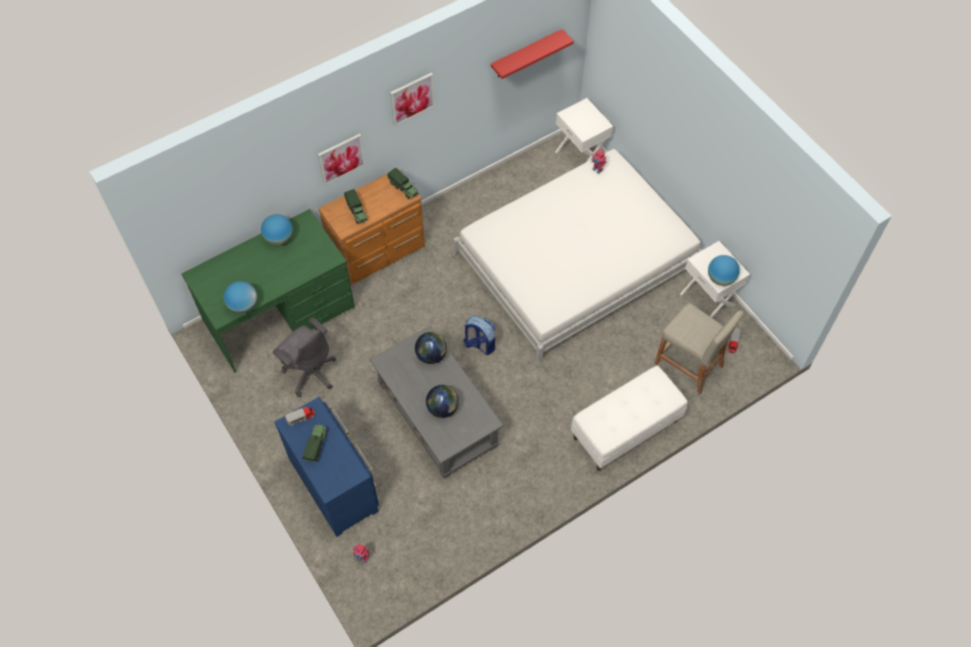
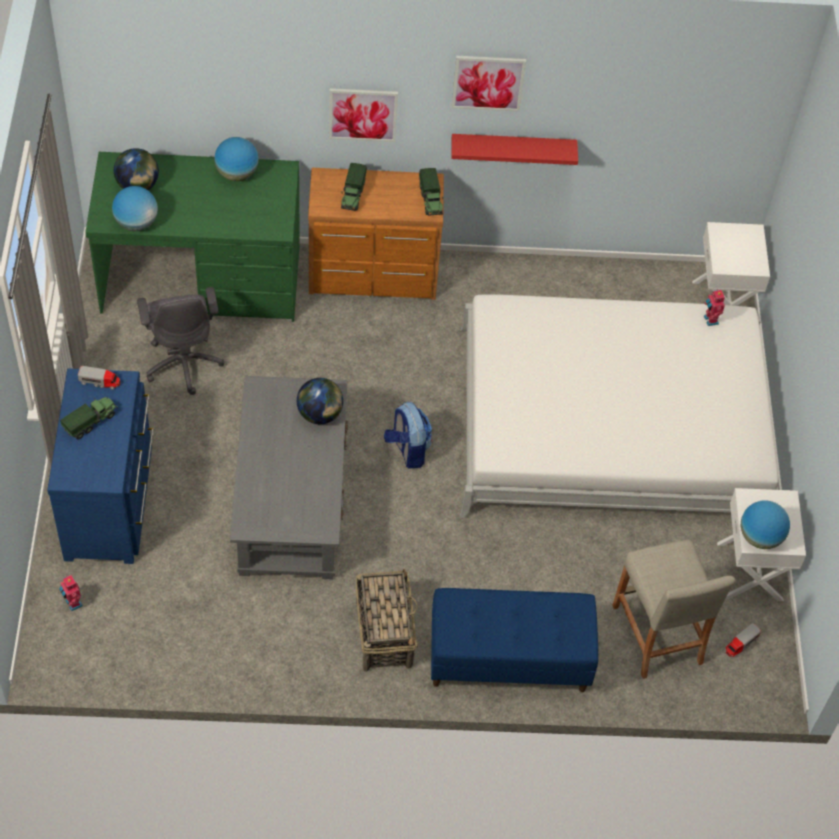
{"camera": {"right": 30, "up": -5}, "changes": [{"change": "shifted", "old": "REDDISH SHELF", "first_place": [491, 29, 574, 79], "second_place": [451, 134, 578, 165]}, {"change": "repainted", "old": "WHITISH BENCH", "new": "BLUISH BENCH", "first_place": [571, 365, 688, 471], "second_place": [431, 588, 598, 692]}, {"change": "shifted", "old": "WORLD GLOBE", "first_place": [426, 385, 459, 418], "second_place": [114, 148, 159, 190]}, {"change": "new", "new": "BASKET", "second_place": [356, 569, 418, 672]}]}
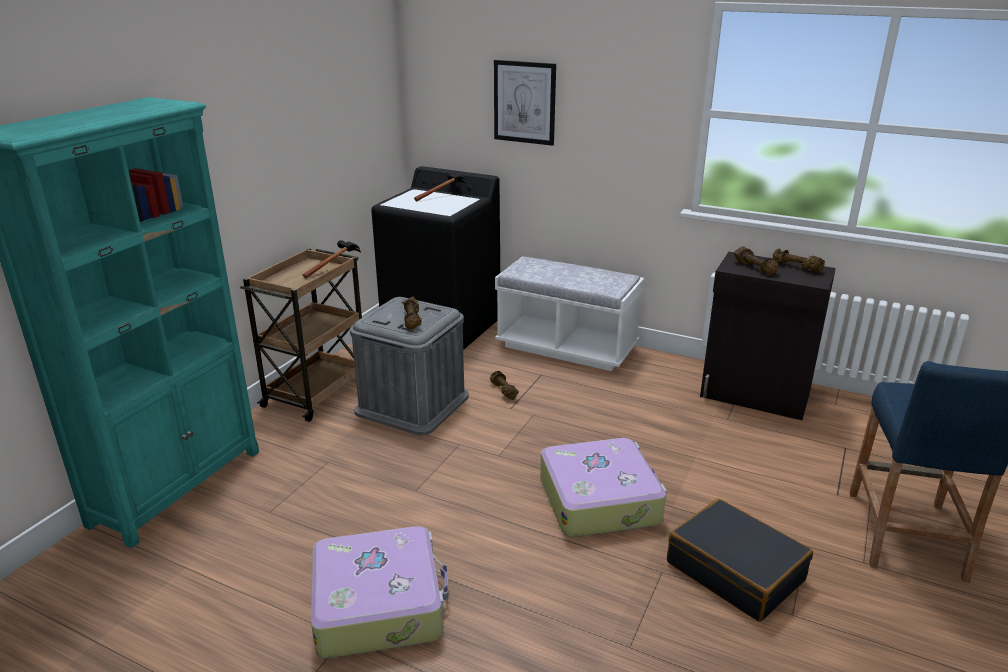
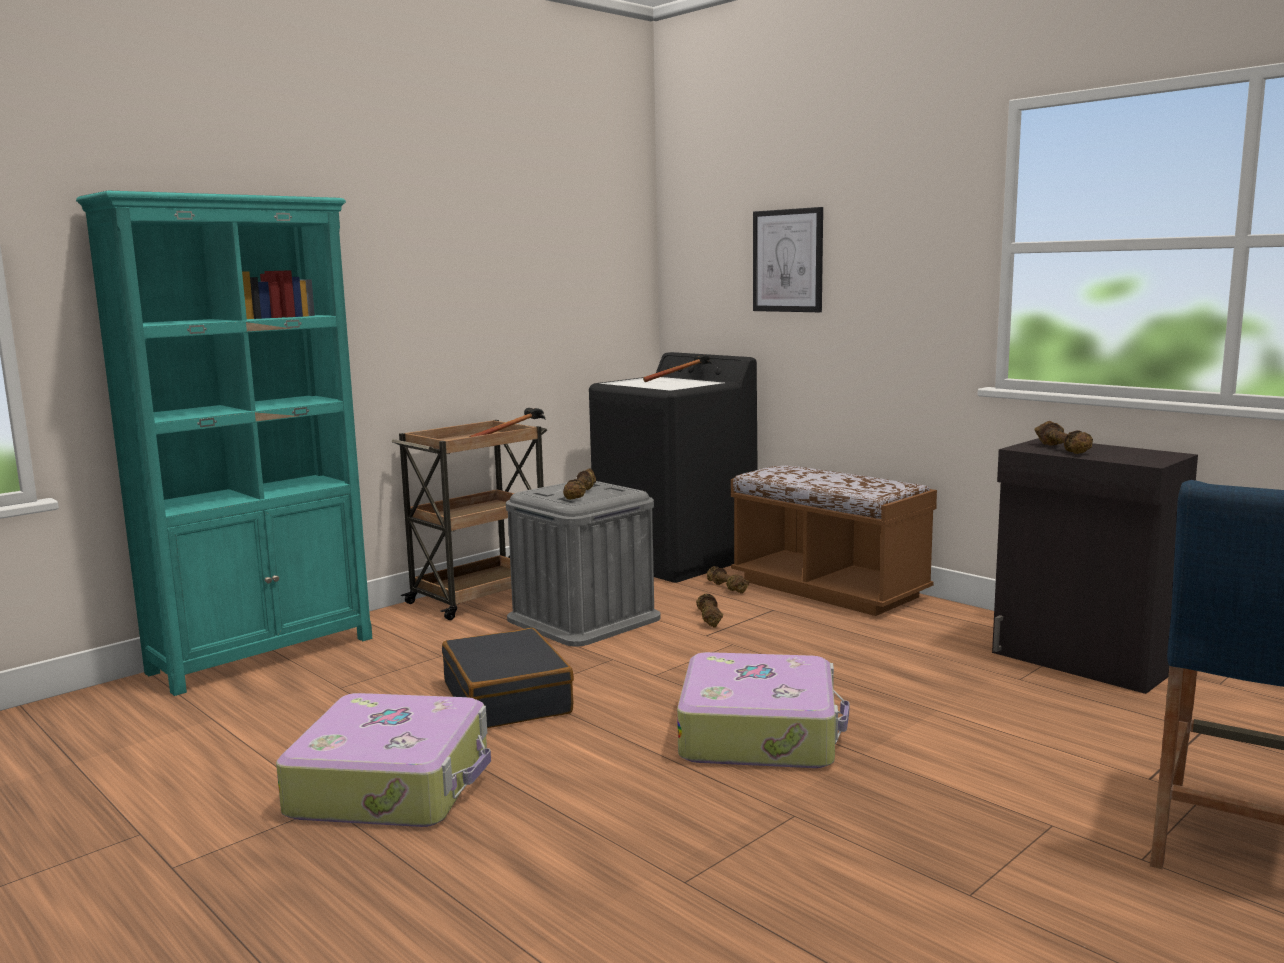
{"camera": {"right": 20, "up": -15}, "changes": [{"change": "shifted", "old": "BROWNISH FREE WEIGHT", "first_place": [773, 248, 825, 272], "second_place": [707, 566, 749, 594]}, {"change": "repainted", "old": "WHITISH BENCH", "new": "BROWNISH BENCH", "first_place": [495, 257, 644, 371], "second_place": [731, 465, 937, 616]}, {"change": "shifted", "old": "BLACK-COLOURED TRAVEL CASE", "first_place": [667, 498, 813, 622], "second_place": [442, 628, 574, 728]}]}
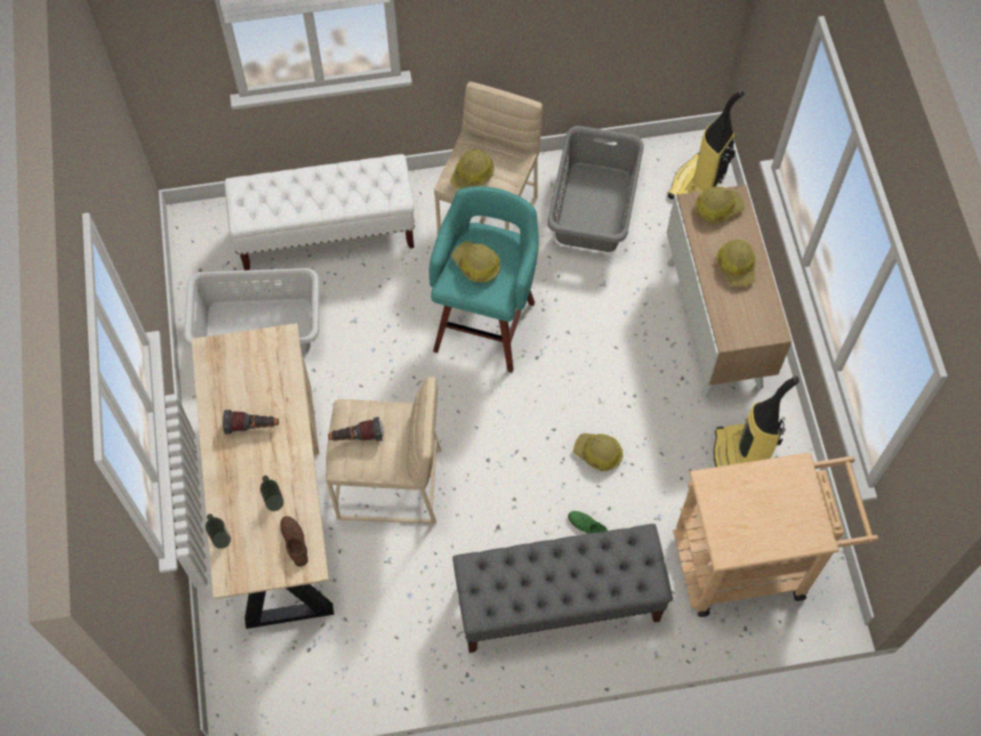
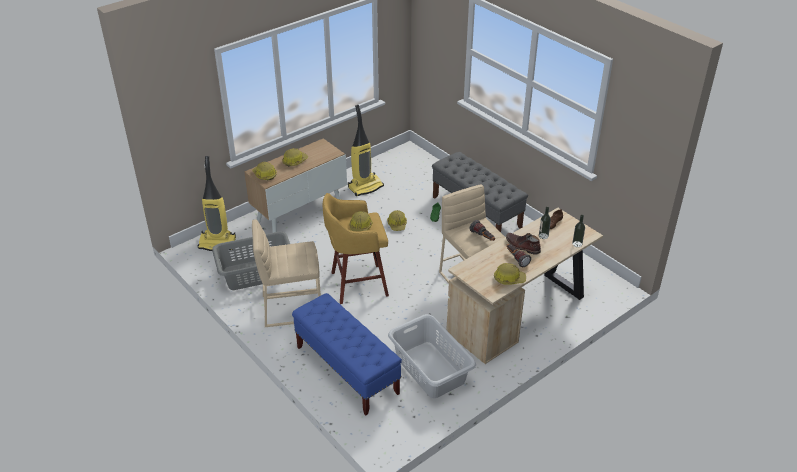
{"camera": {"right": -120, "up": -25}, "changes": [{"change": "shifted", "old": "HARD HAT", "first_place": [450, 149, 494, 190], "second_place": [494, 263, 526, 285]}, {"change": "repainted", "old": "WHITISH BENCH", "new": "BLUISH BENCH", "first_place": [224, 154, 415, 270], "second_place": [292, 293, 402, 415]}, {"change": "repainted", "old": "TURQUOISE-COLOURED SITTING STOOL", "new": "YELLOWISH SITTING STOOL", "first_place": [429, 186, 539, 373], "second_place": [323, 193, 389, 304]}, {"change": "gone", "old": "SAND-COLOURED CART", "first_place": [673, 452, 878, 617]}, {"change": "new", "new": "BROWNISH HIGH-TOP BOOT", "second_place": [506, 233, 541, 255]}]}
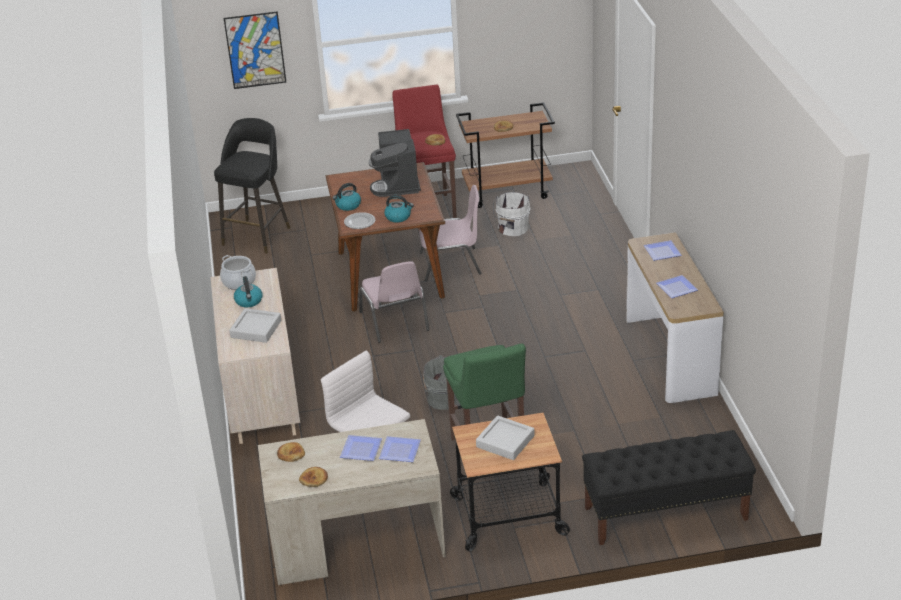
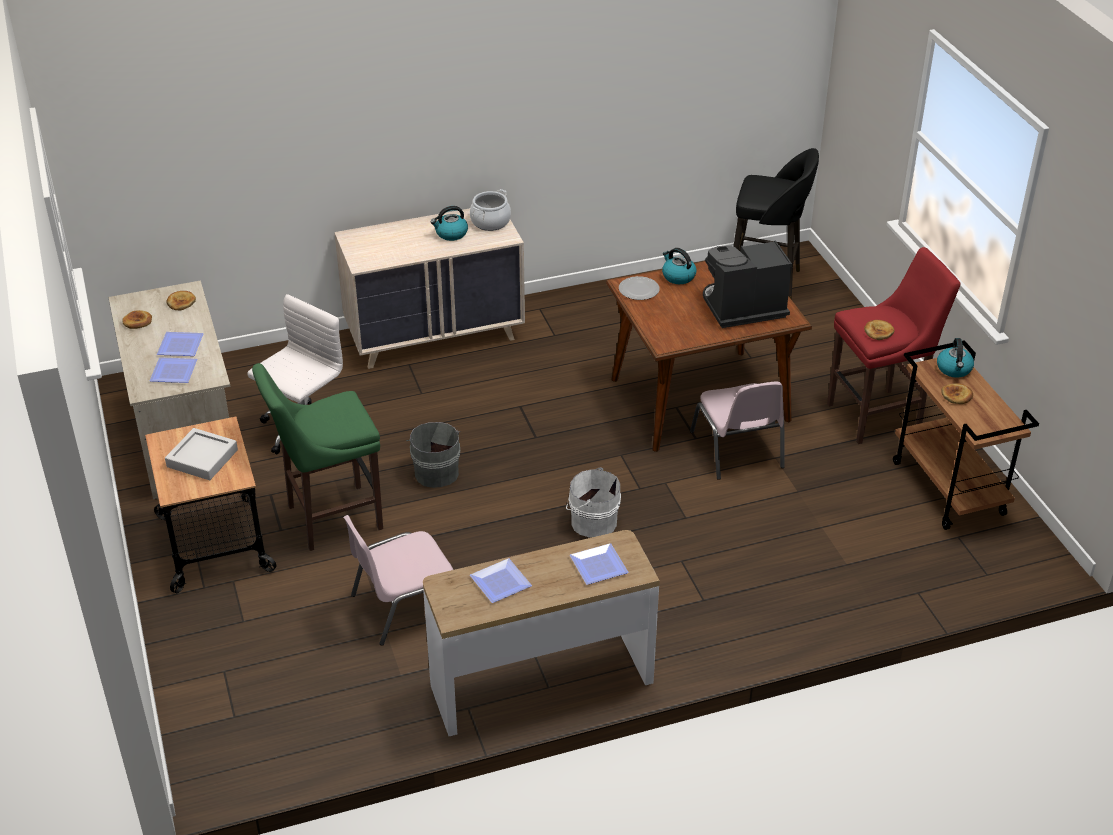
{"camera": {"right": 80, "up": 5}, "changes": [{"change": "gone", "old": "PICTURE", "first_place": [224, 11, 286, 89]}, {"change": "shifted", "old": "WHITISH PAIL", "first_place": [493, 192, 530, 236], "second_place": [566, 467, 621, 538]}, {"change": "shifted", "old": "TEA KETTLE", "first_place": [384, 195, 414, 222], "second_place": [937, 338, 974, 378]}, {"change": "shifted", "old": "PINK PLAIN CHAIR", "first_place": [359, 261, 429, 343], "second_place": [343, 515, 453, 646]}, {"change": "gone", "old": "GREYISH TRAY", "first_place": [229, 308, 281, 343]}, {"change": "gone", "old": "BLACK-COLOURED BENCH", "first_place": [582, 430, 756, 545]}]}
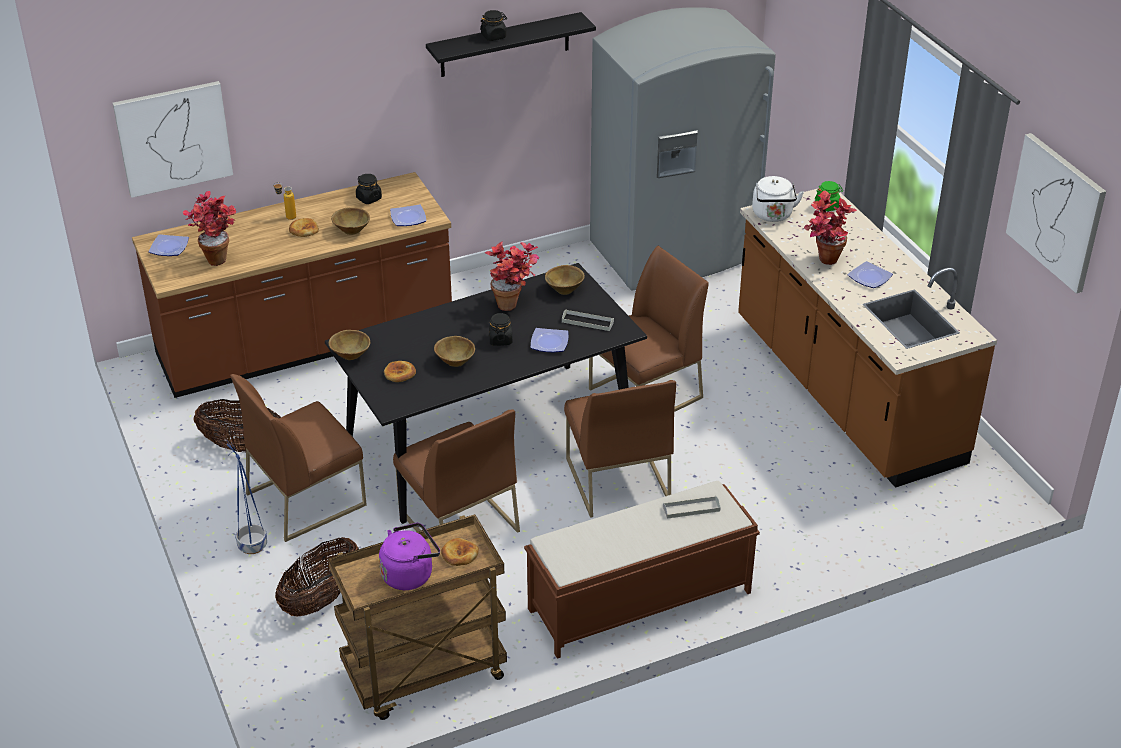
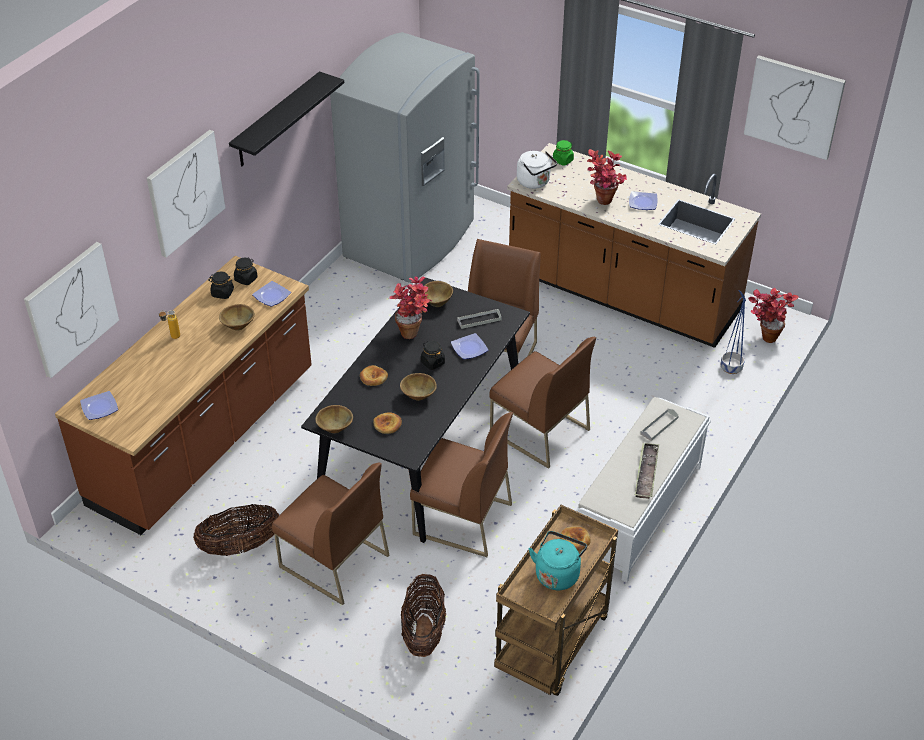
{"camera": {"right": -35, "up": 5}, "changes": [{"change": "shifted", "old": "BLACK-COLOURED JAR", "first_place": [480, 10, 507, 41], "second_place": [234, 258, 258, 285]}, {"change": "shifted", "old": "PLANT IN A POT", "first_place": [183, 191, 236, 266], "second_place": [748, 288, 799, 343]}, {"change": "shifted", "old": "BREAD", "first_place": [289, 218, 319, 237], "second_place": [360, 365, 388, 386]}, {"change": "rotated", "old": "BROWNISH PLAIN CHAIR", "first_place": [230, 374, 367, 542], "second_place": [272, 463, 389, 605], "degrees": -75}, {"change": "shifted", "old": "BLUISH PLANT POT", "first_place": [226, 439, 267, 554], "second_place": [721, 290, 746, 374]}, {"change": "repainted", "old": "BROWNISH BENCH", "new": "WHITISH BENCH", "first_place": [524, 481, 760, 659], "second_place": [576, 397, 711, 582]}, {"change": "repainted", "old": "PURPLE TEA KETTLE", "new": "TURQUOISE-COLOURED TEA KETTLE", "first_place": [379, 523, 440, 590], "second_place": [529, 531, 587, 590]}, {"change": "new", "new": "PICTURE", "second_place": [147, 130, 225, 258]}, {"change": "new", "new": "TRAY", "second_place": [635, 443, 659, 499]}]}
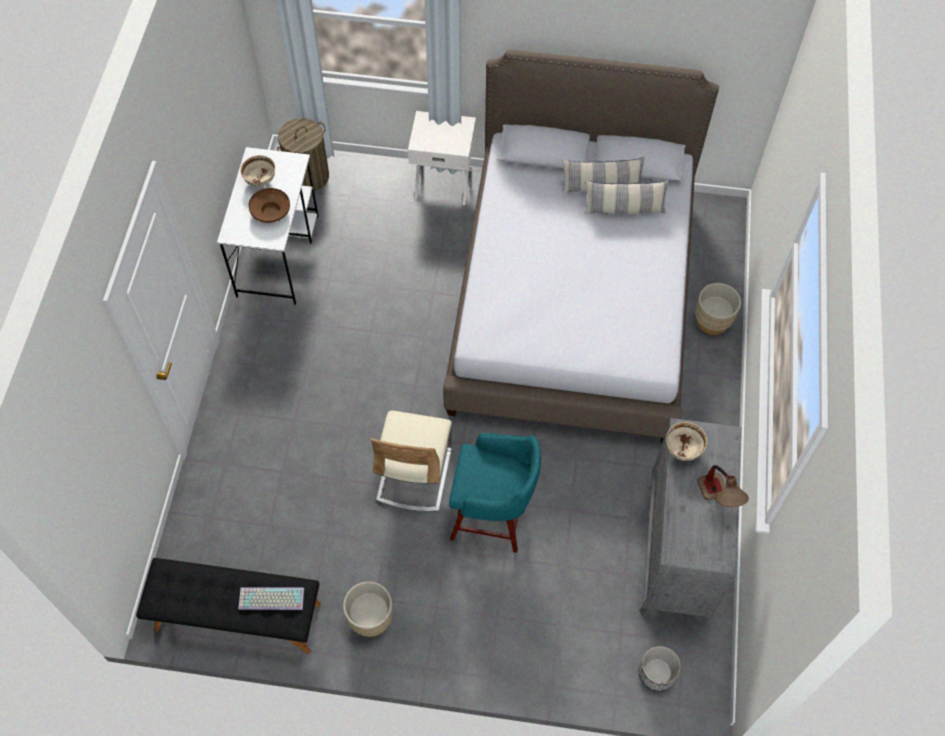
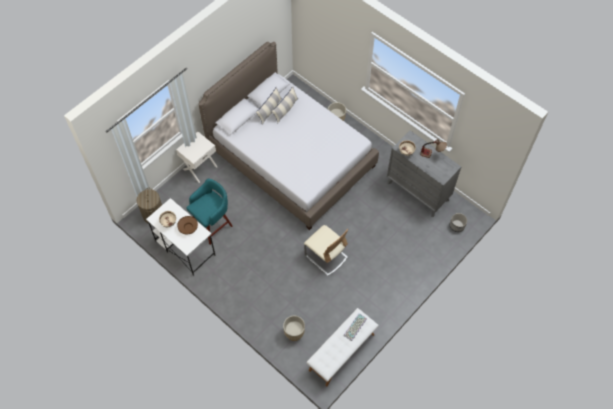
{"camera": {"right": -55, "up": 0}, "changes": [{"change": "shifted", "old": "TURQUOISE-COLOURED SITTING STOOL", "first_place": [449, 433, 541, 553], "second_place": [186, 178, 232, 245]}, {"change": "repainted", "old": "BLACK-COLOURED BENCH", "new": "WHITISH BENCH", "first_place": [136, 558, 321, 654], "second_place": [307, 308, 379, 387]}, {"change": "shifted", "old": "SAND-COLOURED PLANT POT", "first_place": [343, 581, 393, 637], "second_place": [283, 316, 305, 341]}]}
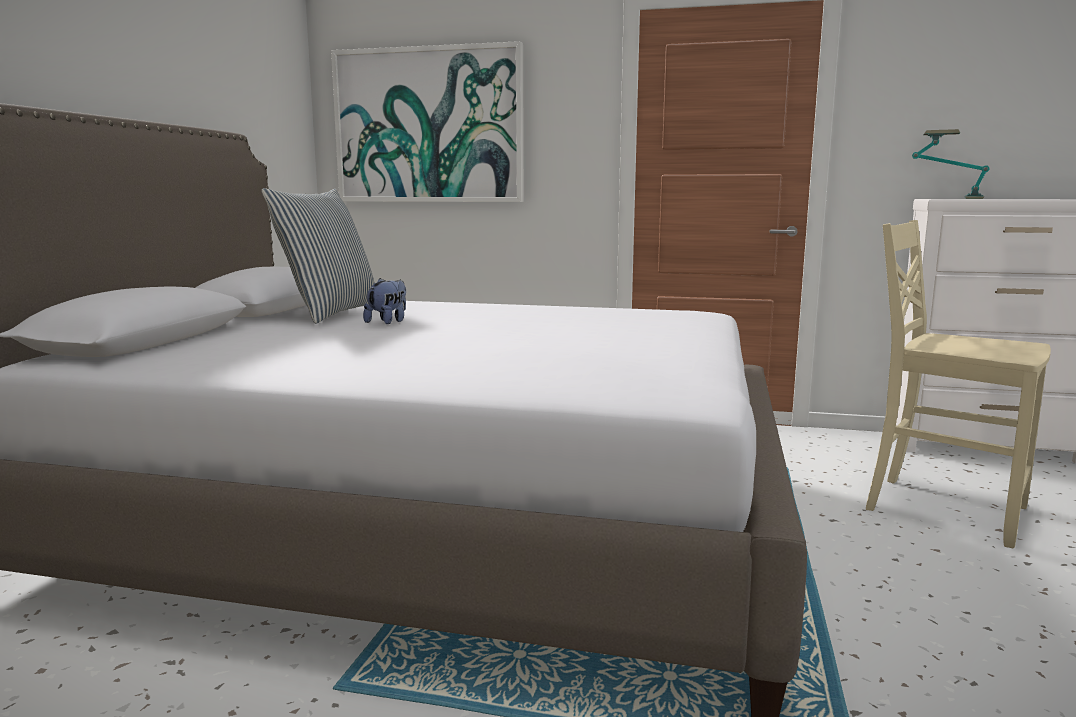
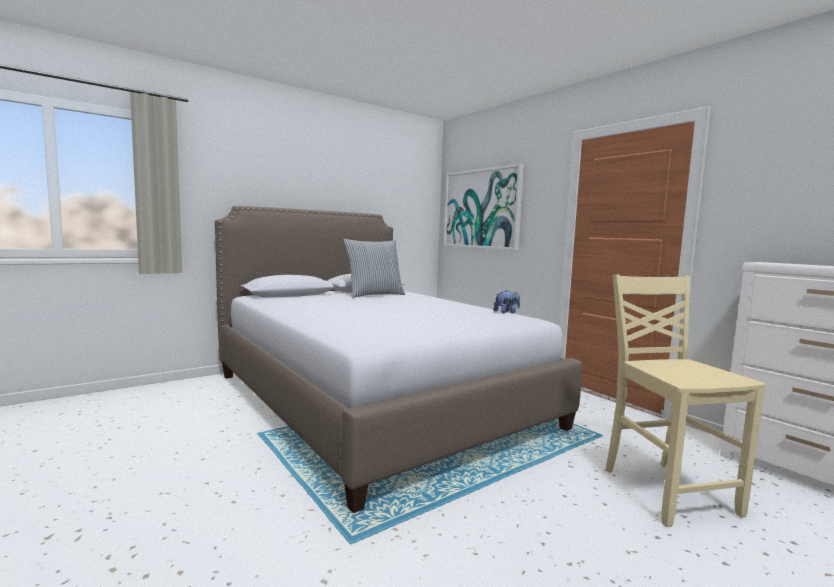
{"camera": {"right": 40, "up": -5}, "changes": [{"change": "gone", "old": "TABLETOP LAMP", "first_place": [912, 129, 989, 199]}, {"change": "shifted", "old": "PLUSH TOY", "first_place": [363, 278, 406, 324], "second_place": [494, 290, 520, 314]}]}
